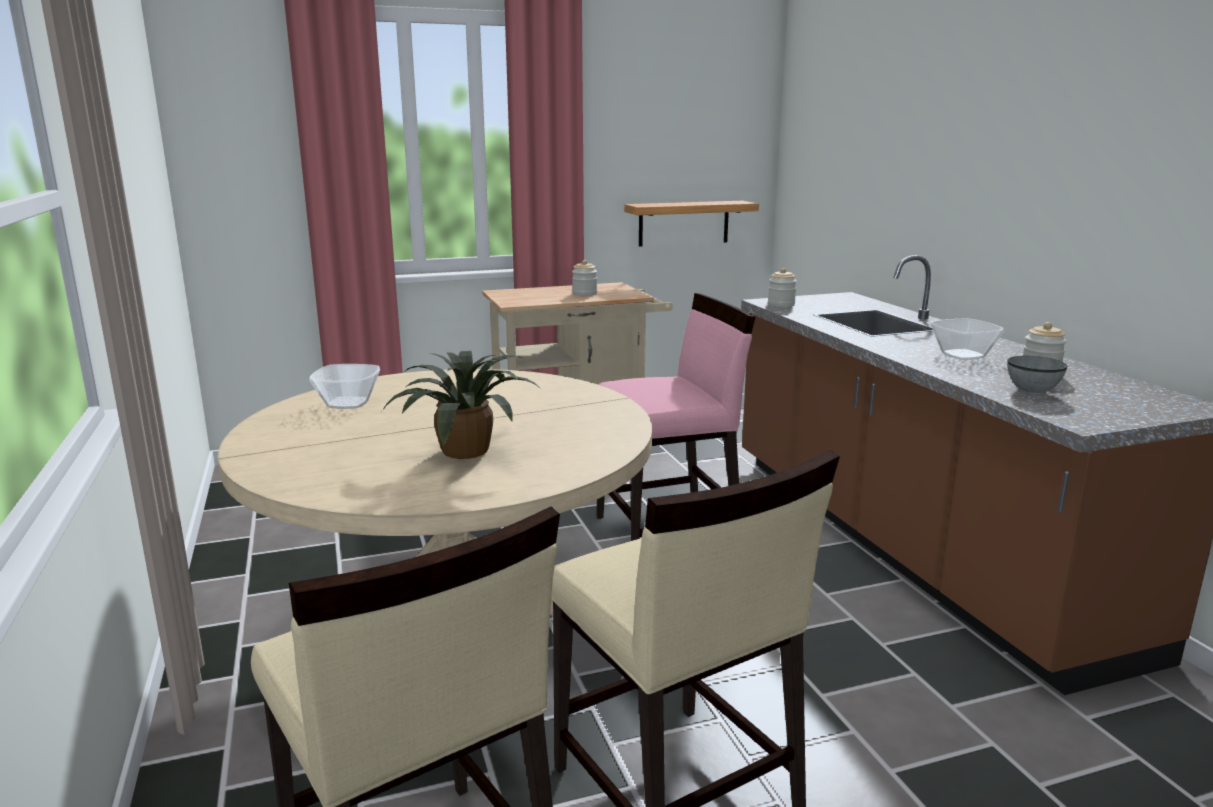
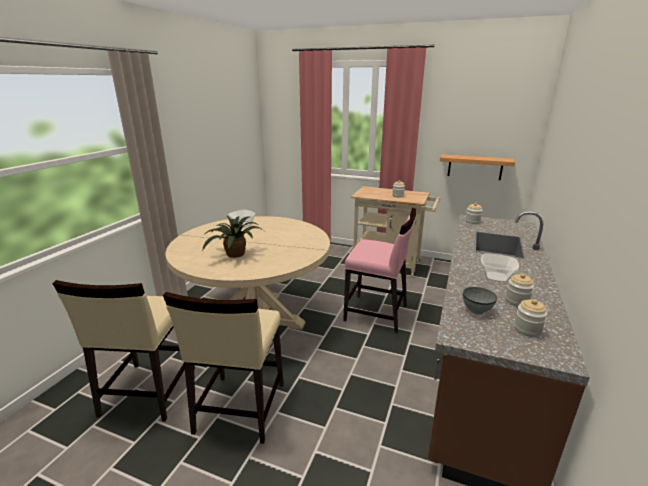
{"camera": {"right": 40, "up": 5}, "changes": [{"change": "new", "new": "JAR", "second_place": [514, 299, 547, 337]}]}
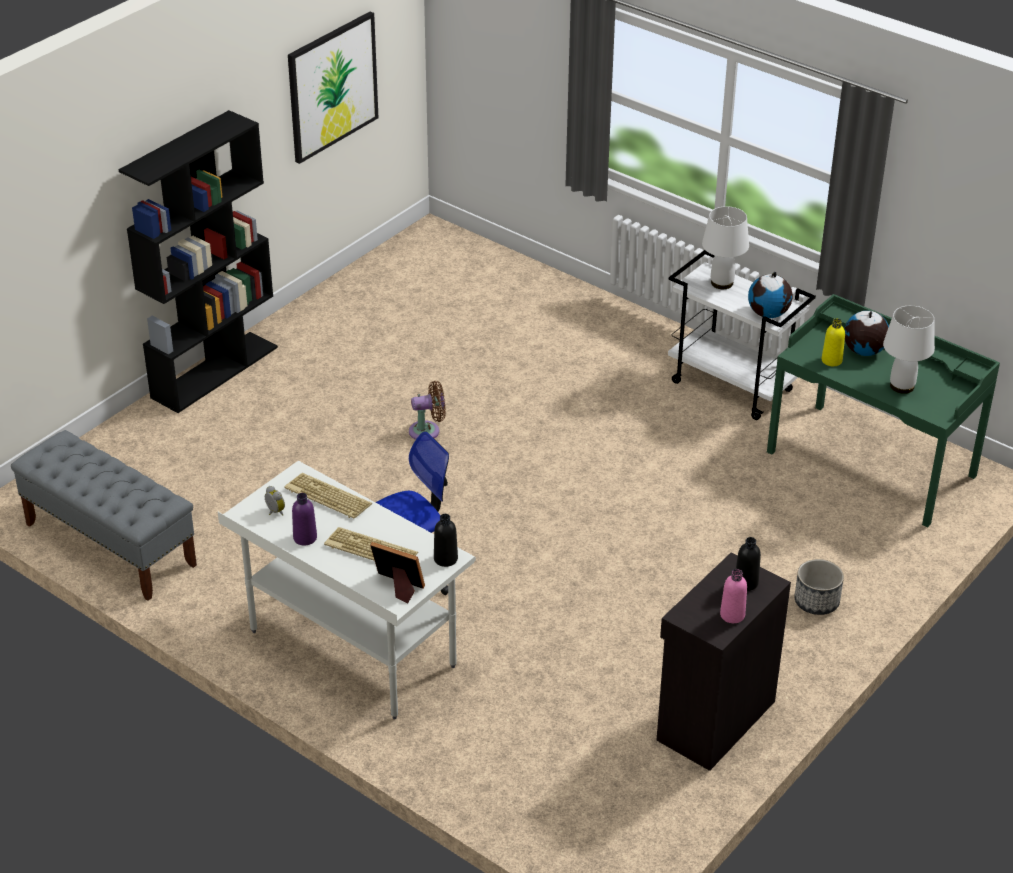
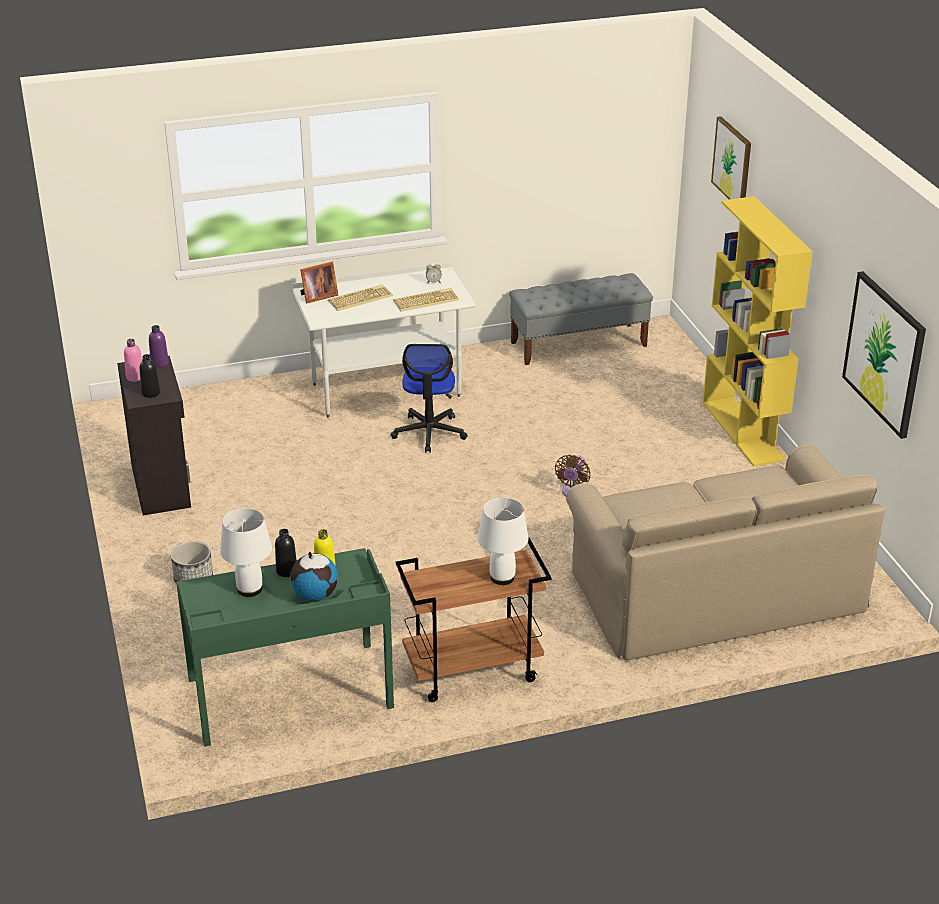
{"camera": {"right": 125, "up": -5}, "changes": [{"change": "repainted", "old": "BLACK-COLOURED BOOKCASE", "new": "YELLOWISH BOOKCASE", "first_place": [119, 110, 278, 413], "second_place": [703, 196, 813, 467]}, {"change": "repainted", "old": "WHITISH CART", "new": "BROWNISH CART", "first_place": [668, 250, 816, 420], "second_place": [396, 538, 551, 702]}, {"change": "gone", "old": "WORLD GLOBE", "first_place": [748, 272, 792, 318]}, {"change": "shifted", "old": "PURPLE BOTTLE", "first_place": [292, 493, 317, 546], "second_place": [149, 325, 169, 368]}, {"change": "shifted", "old": "BLACK-COLOURED BOTTLE", "first_place": [434, 514, 458, 567], "second_place": [275, 529, 297, 577]}, {"change": "new", "new": "PICTURE", "second_place": [711, 116, 751, 200]}, {"change": "new", "new": "SAND-COLOURED SOFA", "second_place": [566, 444, 886, 660]}]}
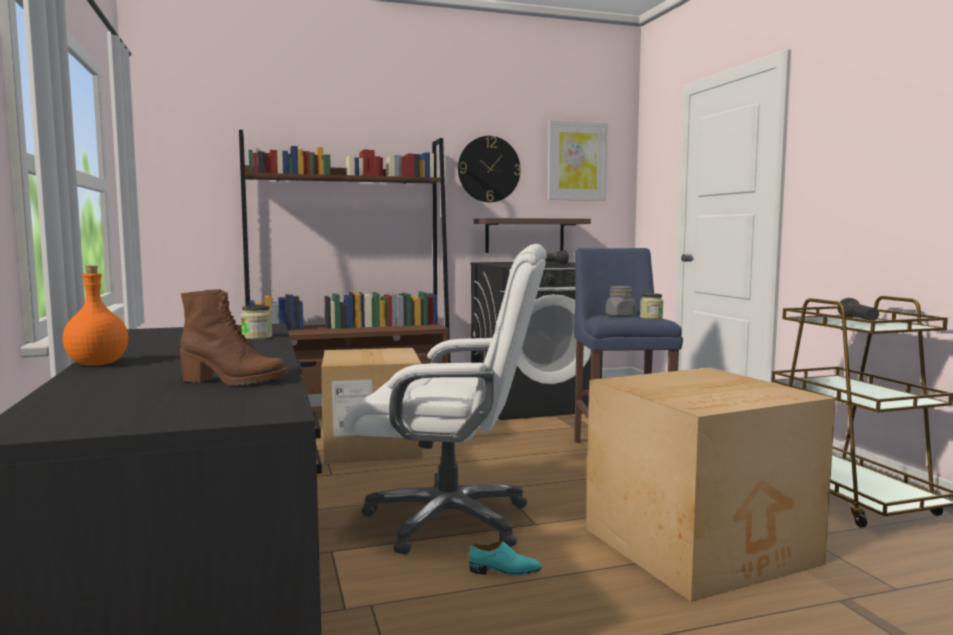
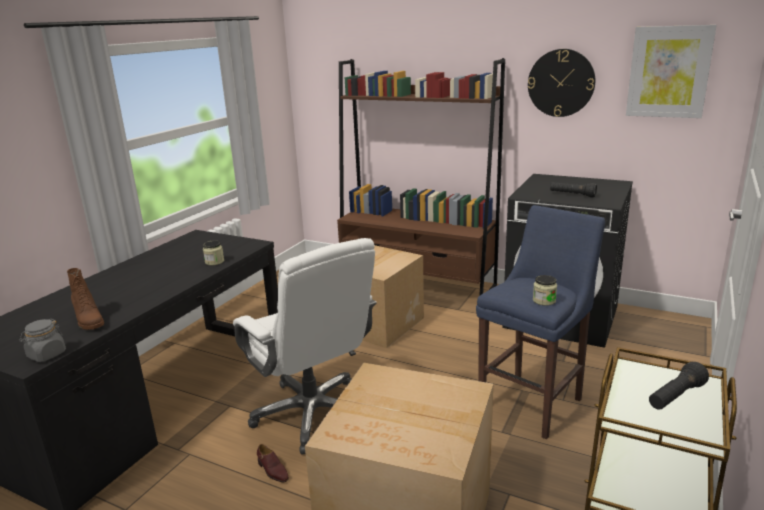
{"camera": {"right": 45, "up": 15}, "changes": [{"change": "gone", "old": "SHELF", "first_place": [474, 218, 591, 253]}, {"change": "gone", "old": "ORANGEY BOTTLE", "first_place": [63, 266, 128, 366]}, {"change": "shifted", "old": "GREYISH JAR", "first_place": [606, 286, 636, 317], "second_place": [19, 319, 66, 362]}, {"change": "repainted", "old": "TURQUOISE-COLOURED ITEM OF FOOTWEAR", "new": "BROWNISH ITEM OF FOOTWEAR", "first_place": [469, 541, 542, 576], "second_place": [257, 444, 289, 483]}]}
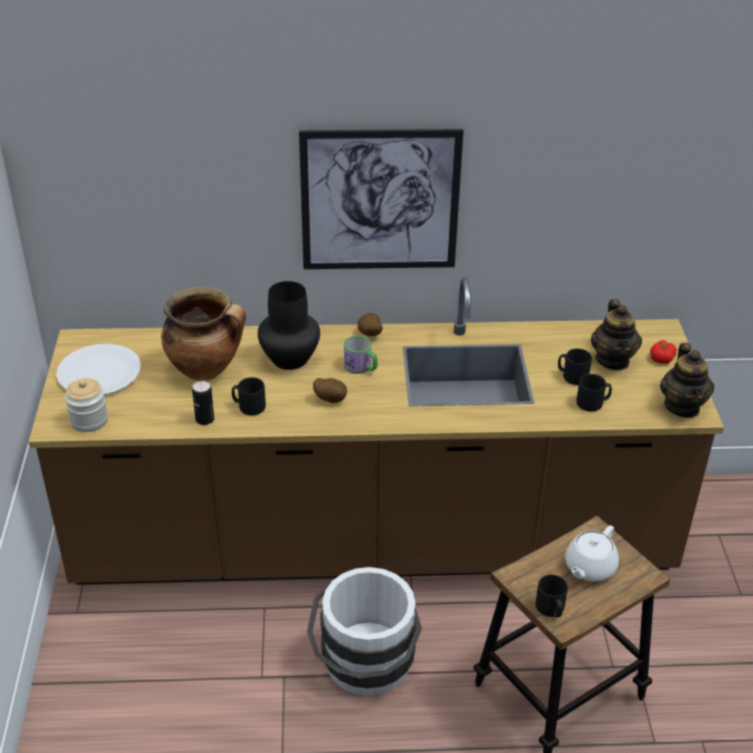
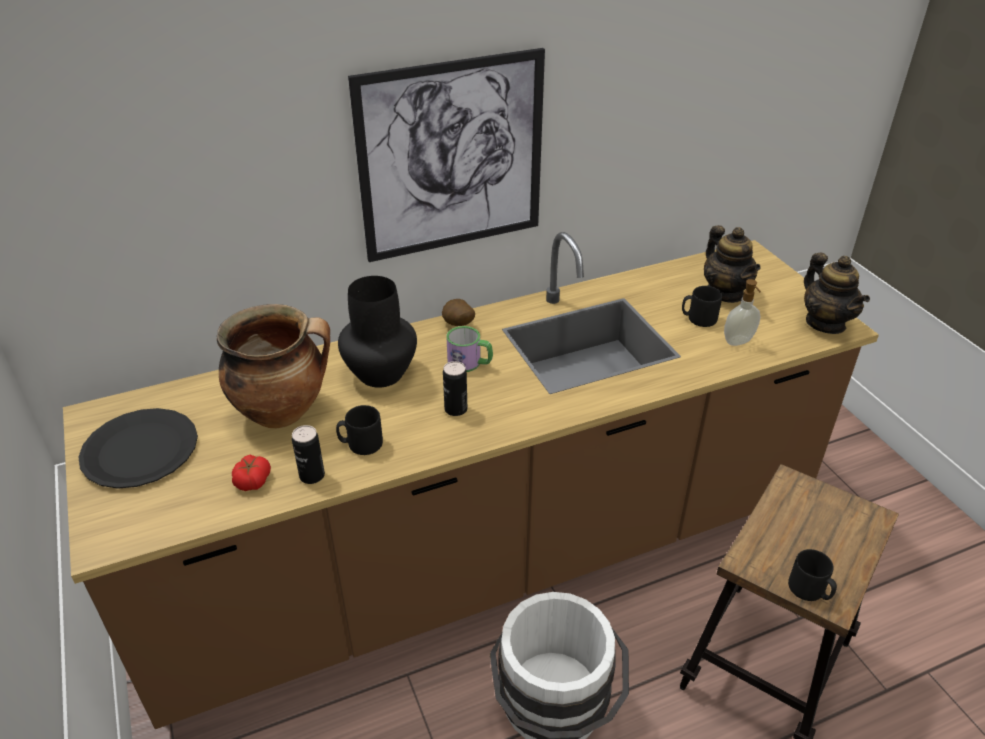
{"camera": {"right": -20, "up": 0}, "changes": [{"change": "shifted", "old": "FRESH TOMATO", "first_place": [650, 340, 677, 364], "second_place": [232, 455, 271, 491]}, {"change": "repainted", "old": "WHITISH FLAT DISH", "new": "BLACK-COLOURED FLAT DISH", "first_place": [56, 344, 141, 395], "second_place": [79, 408, 198, 489]}, {"change": "swapped", "old": "BLACK-COLOURED MUG", "new": "LIQUID SOAP BOTTLE", "first_place": [576, 374, 612, 412], "second_place": [724, 279, 761, 346]}, {"change": "gone", "old": "JAR", "first_place": [65, 378, 108, 432]}, {"change": "swapped", "old": "SPUD", "new": "SEALED CAN", "first_place": [313, 378, 347, 403], "second_place": [443, 361, 467, 416]}, {"change": "gone", "old": "WHITISH TEAPOT", "first_place": [565, 525, 619, 581]}]}
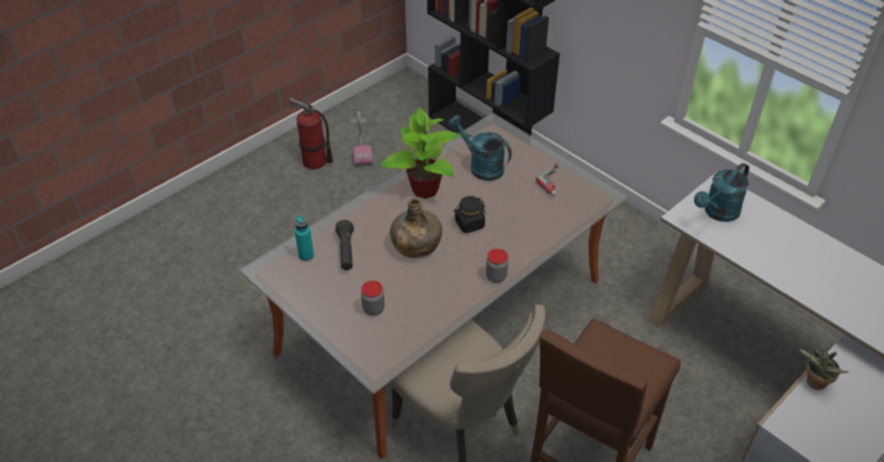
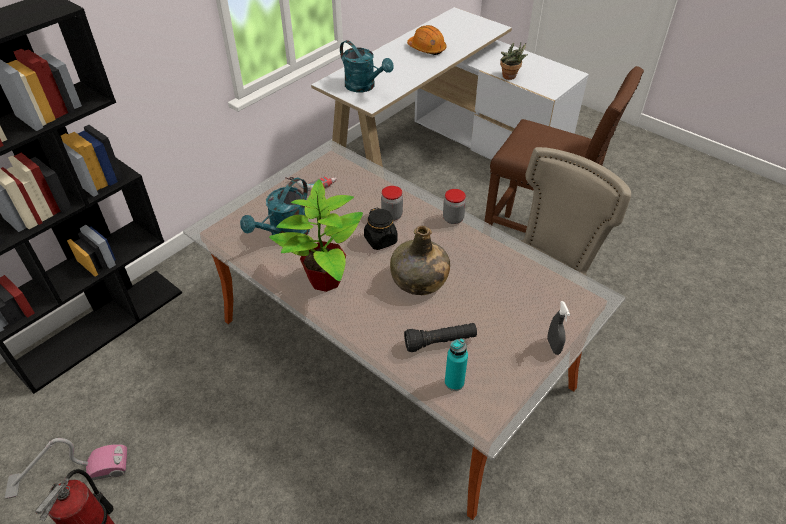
{"camera": {"right": -95, "up": 0}, "changes": [{"change": "shifted", "old": "JAR", "first_place": [361, 281, 385, 316], "second_place": [381, 186, 403, 221]}, {"change": "new", "new": "ORANGEY HARD HAT", "second_place": [407, 25, 447, 55]}, {"change": "new", "new": "GREYISH HAND SPRAYER", "second_place": [547, 301, 570, 355]}]}
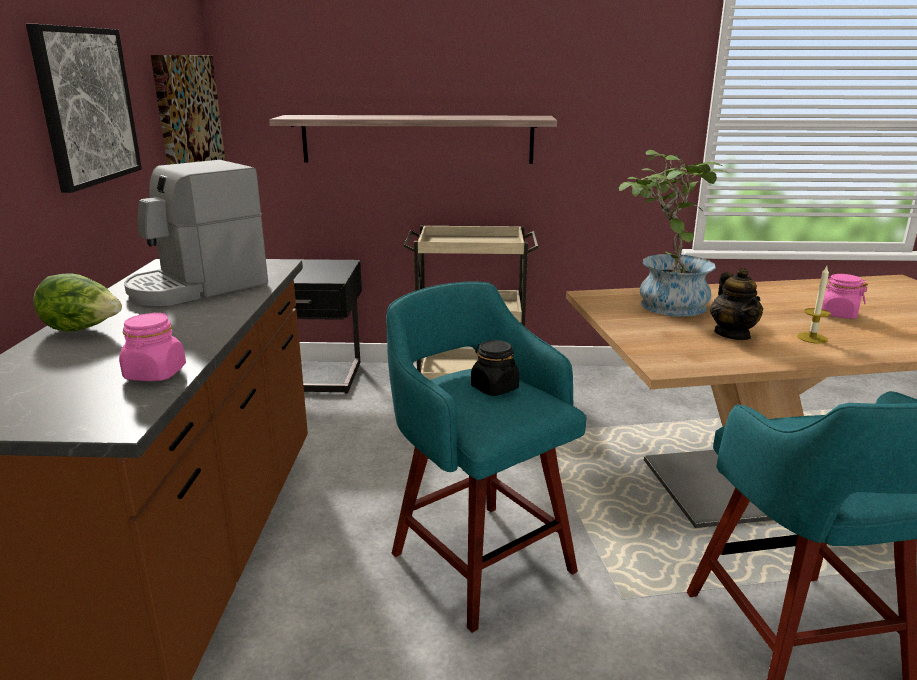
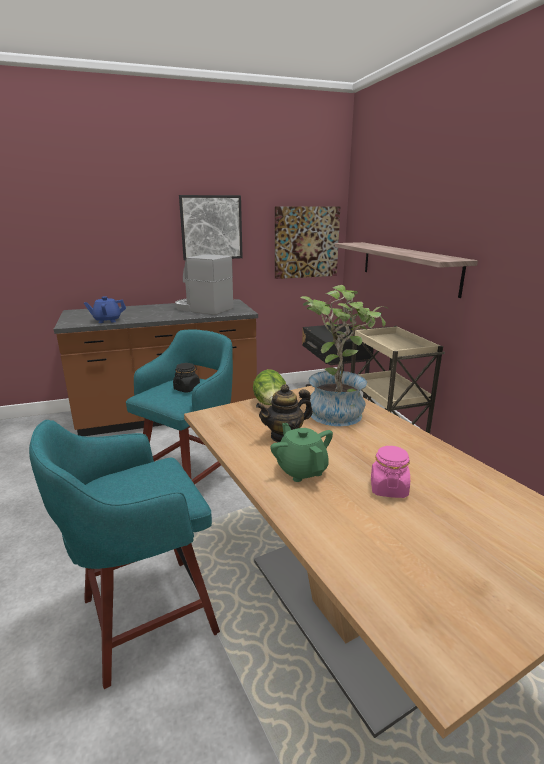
{"camera": {"right": 70, "up": 0}, "changes": [{"change": "swapped", "old": "CANDLE", "new": "GREENISH TEAPOT", "first_place": [797, 266, 831, 344], "second_place": [270, 423, 333, 482]}, {"change": "shifted", "old": "LETTUCE", "first_place": [33, 273, 122, 332], "second_place": [253, 369, 286, 405]}, {"change": "swapped", "old": "PINK JAR", "new": "BLUISH TEAPOT", "first_place": [119, 313, 186, 381], "second_place": [84, 296, 126, 323]}]}
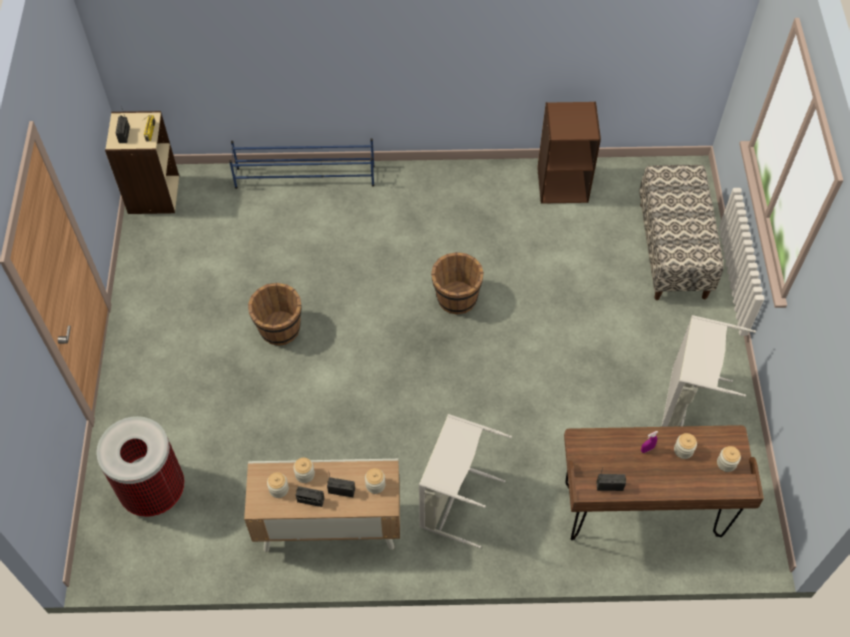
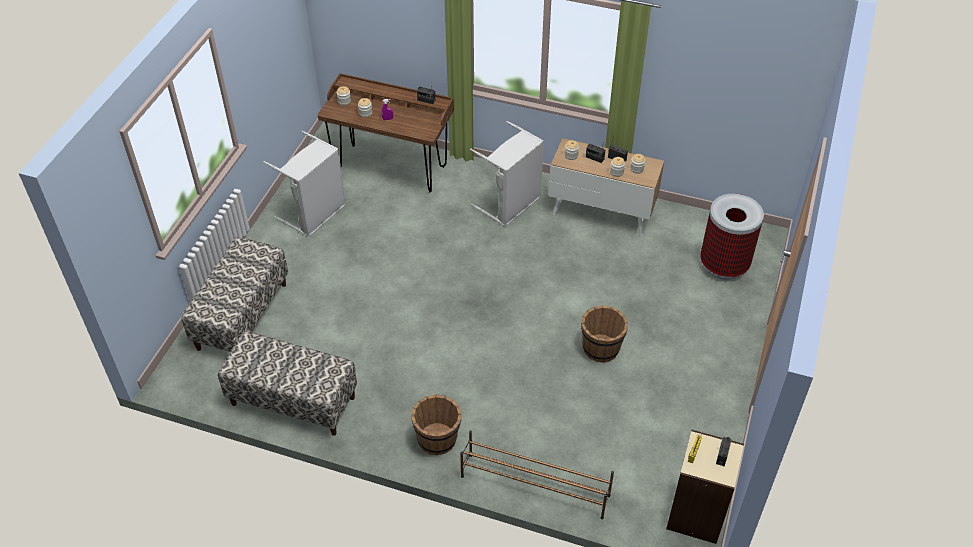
{"camera": {"right": -160, "up": -10}, "changes": [{"change": "swapped", "old": "BROWNISH BOOKCASE", "new": "BENCH", "first_place": [537, 102, 601, 204], "second_place": [218, 331, 357, 436]}, {"change": "repainted", "old": "BLUISH SHOE SHELF", "new": "BROWNISH SHOE SHELF", "first_place": [229, 138, 375, 189], "second_place": [460, 430, 614, 519]}, {"change": "shifted", "old": "BROWNISH PAIL", "first_place": [431, 252, 484, 315], "second_place": [411, 395, 462, 455]}]}
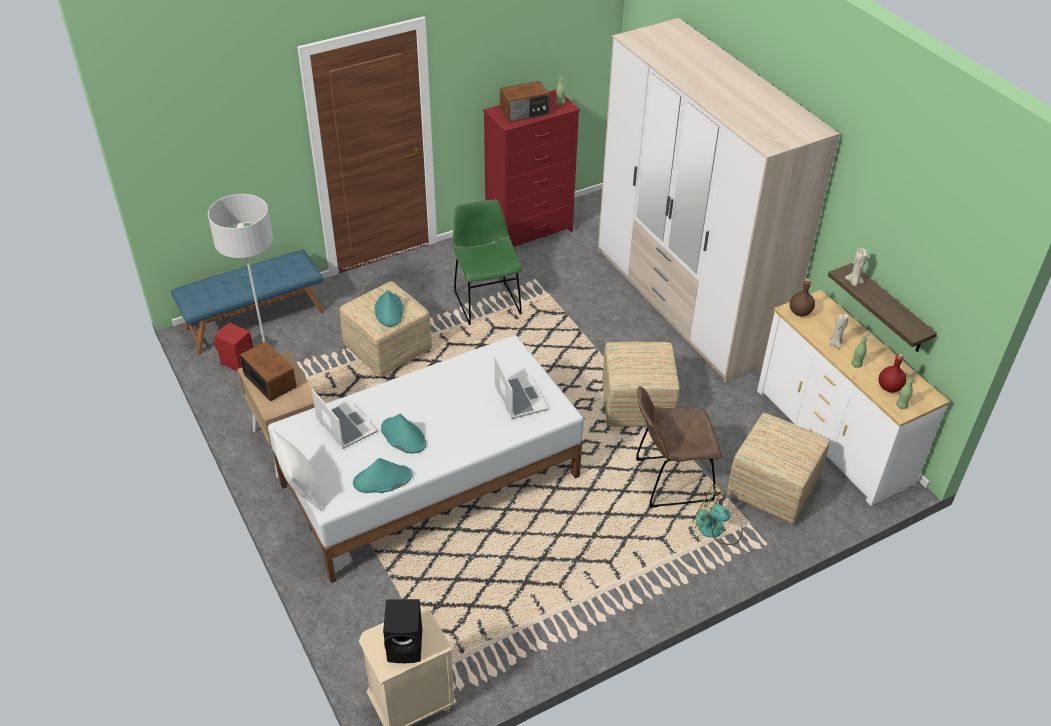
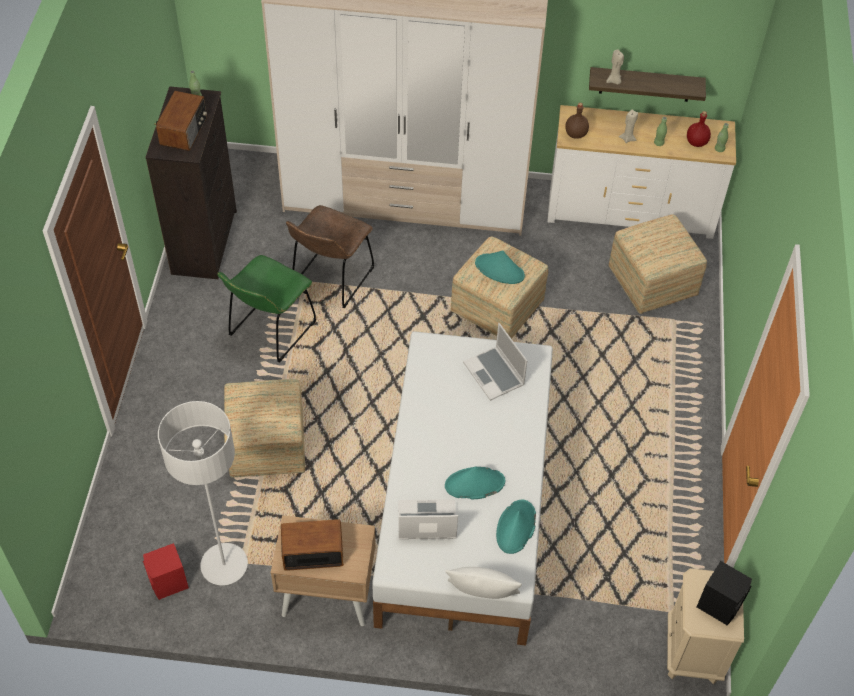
{"camera": {"right": -55, "up": 10}, "changes": [{"change": "repainted", "old": "REDDISH DRAWER CHEST", "new": "BLACK-COLOURED DRAWER CHEST", "first_place": [483, 89, 580, 247], "second_place": [146, 86, 237, 279]}, {"change": "rotated", "old": "GREENISH PLAIN CHAIR", "first_place": [453, 199, 522, 325], "second_place": [217, 255, 316, 363], "degrees": -75}, {"change": "gone", "old": "BLUISH BENCH", "first_place": [171, 250, 324, 354]}, {"change": "shifted", "old": "TURQUOISE-COLOURED WEARABLE HAT", "first_place": [374, 290, 404, 327], "second_place": [475, 250, 525, 284]}, {"change": "rotated", "old": "NOTEBOOK COMPUTER", "first_place": [494, 356, 548, 419], "second_place": [463, 323, 527, 401], "degrees": -135}, {"change": "shifted", "old": "BROWNISH PLAIN CHAIR", "first_place": [636, 386, 722, 508], "second_place": [286, 205, 374, 308]}, {"change": "gone", "old": "ELECTRIC FAN", "first_place": [692, 483, 743, 545]}]}
